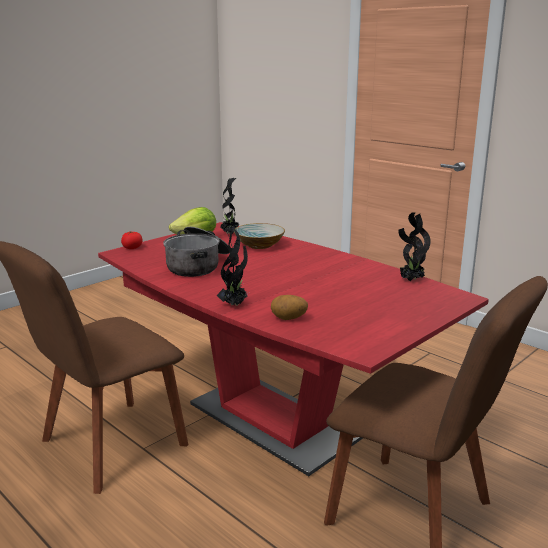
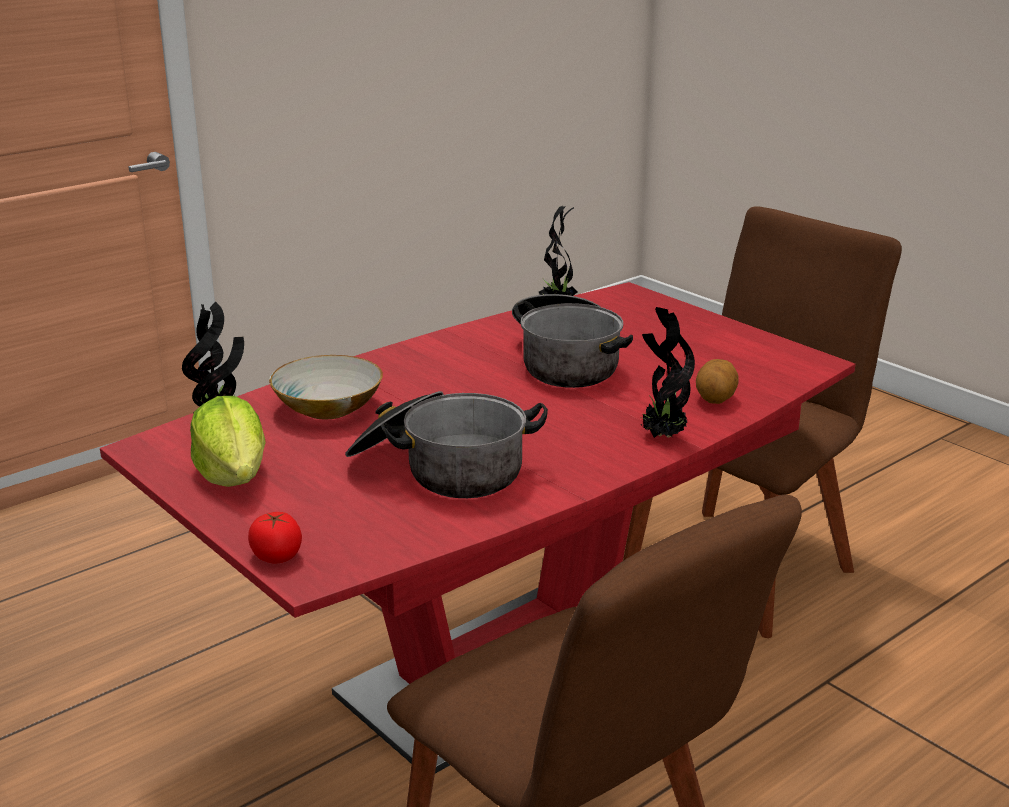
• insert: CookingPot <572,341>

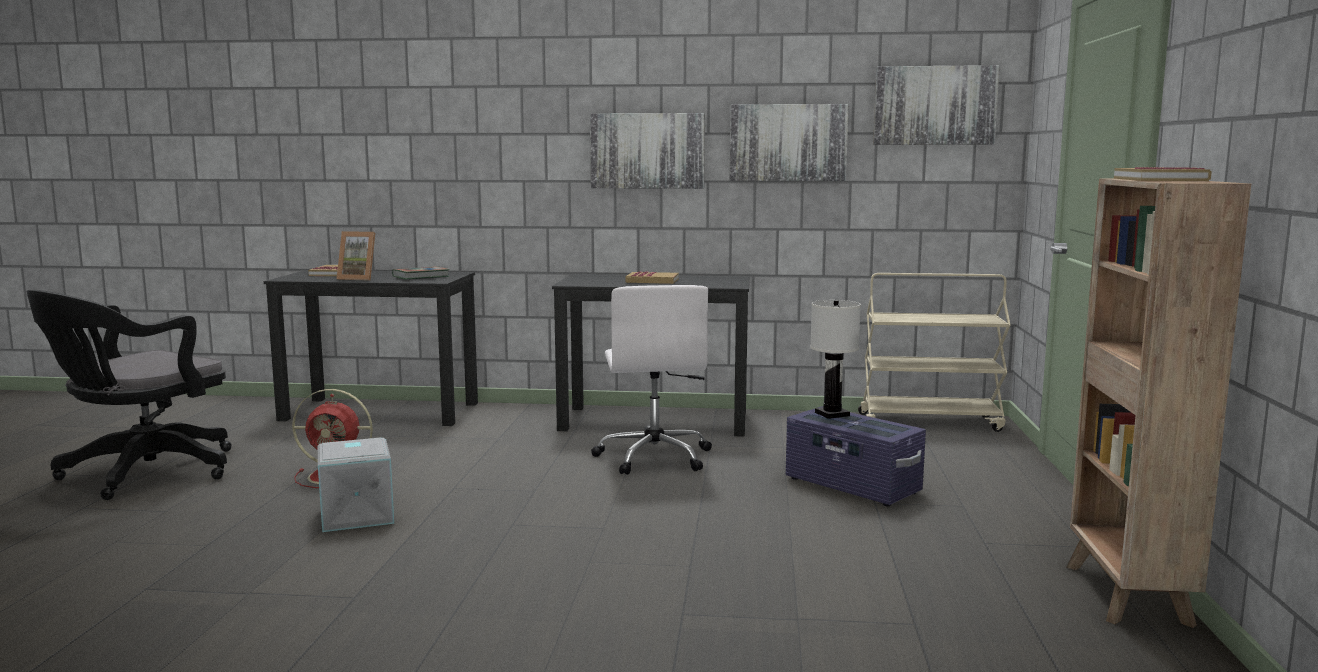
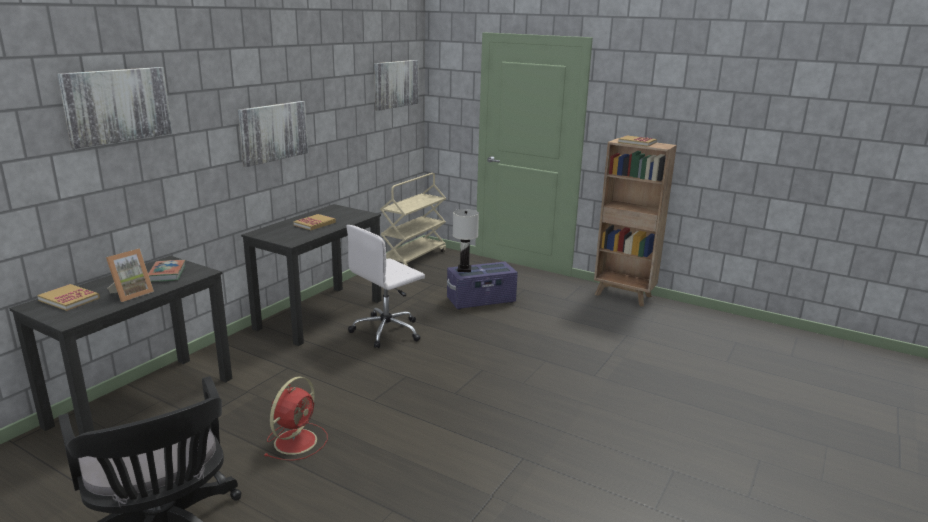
• delete: GreyStorageBox <356,484>
• move: Picture <789,142> to <115,108>
• rotate: WhiteOfficeChair <651,380> = <385,286> 120 degrees clockwise

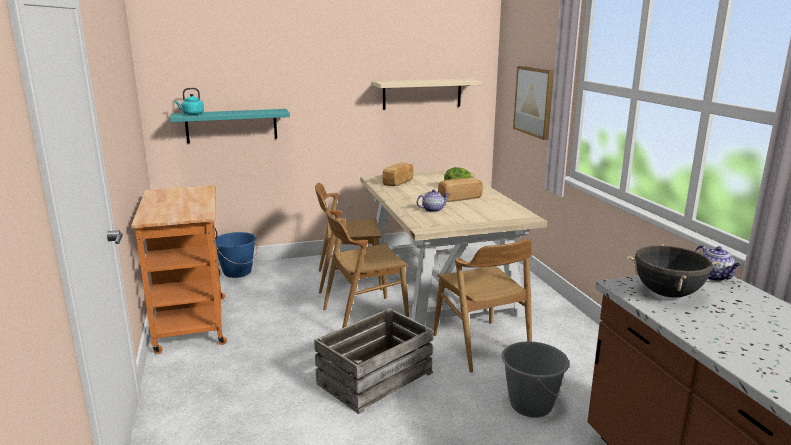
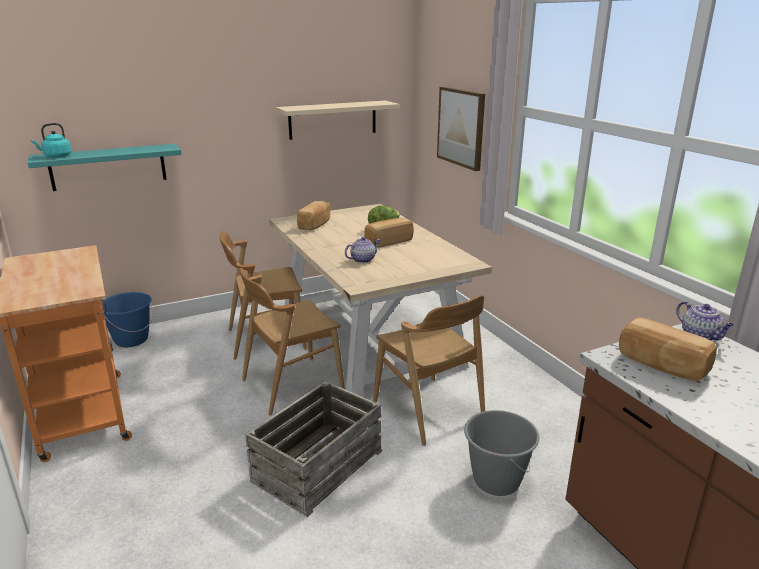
• replace: BlackCookingPot <673,271> to Bread <668,348>

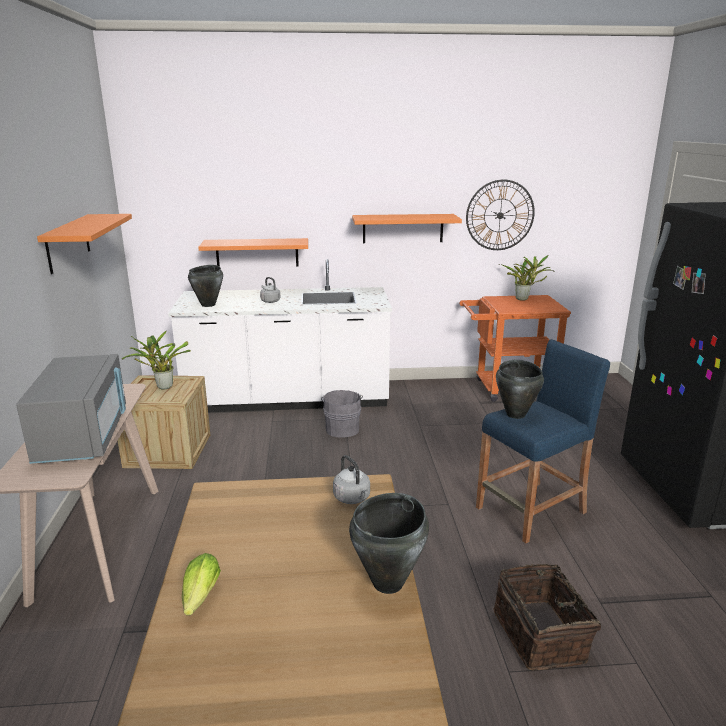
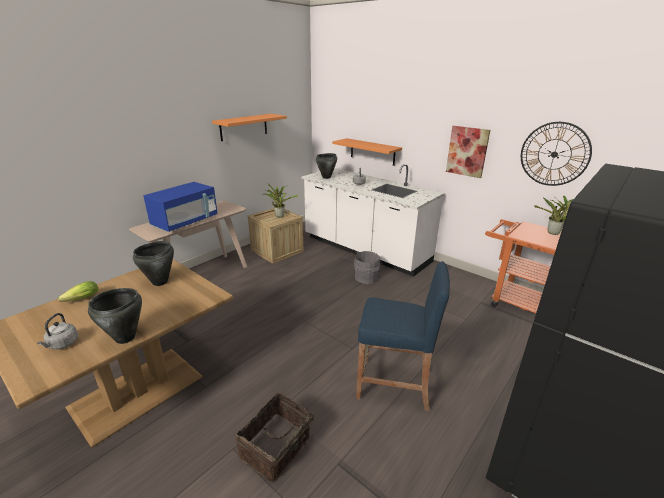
• move: GreyKettle <351,479> to <57,331>
• move: BlackCookingPot <520,389> to <153,263>
• replace: OrangeShelf <407,228> to Picture <468,152>
• recolor: GreyMicrowave <71,409> to BlueMicrowave <180,207>

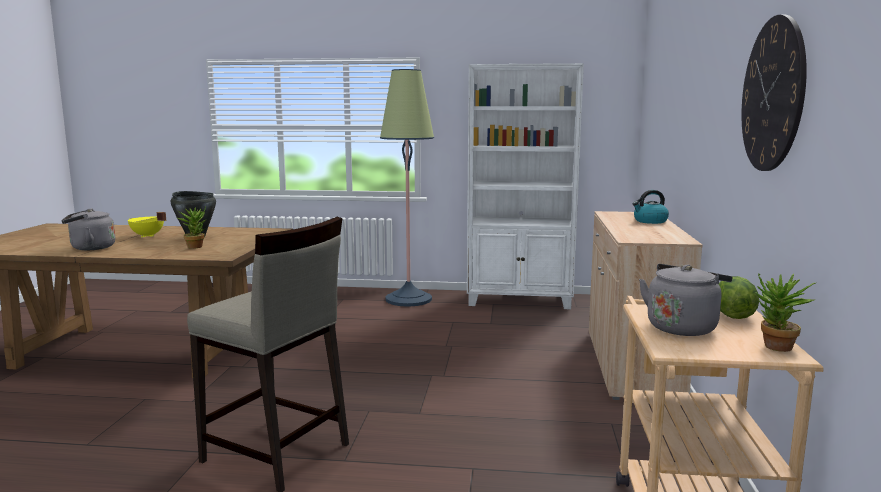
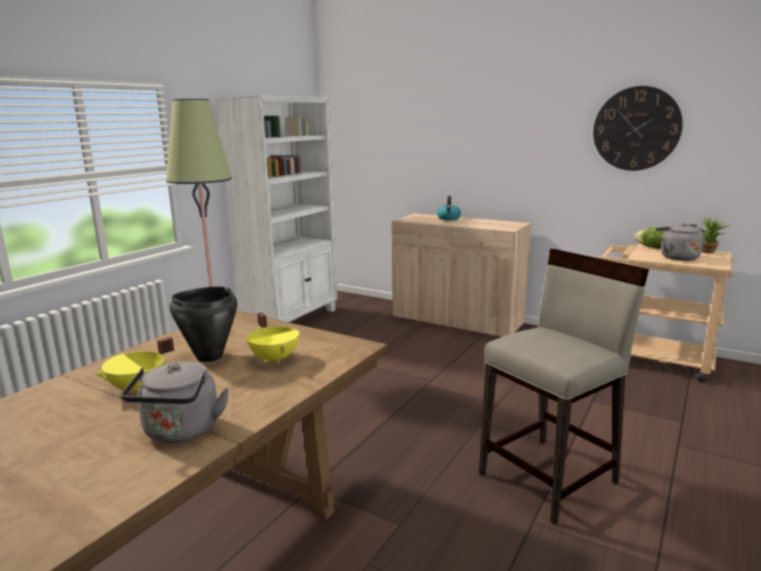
• replace: PottedPlant <192,227> to YellowCookingPot <273,338>

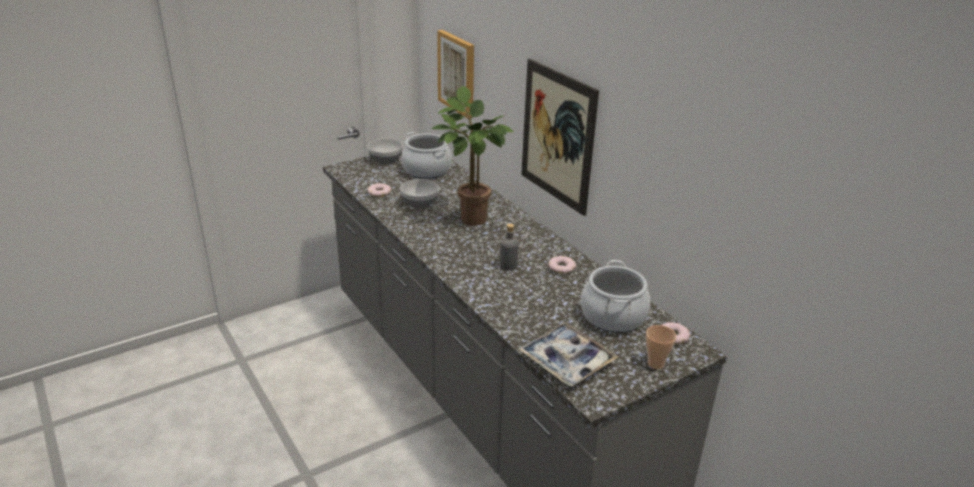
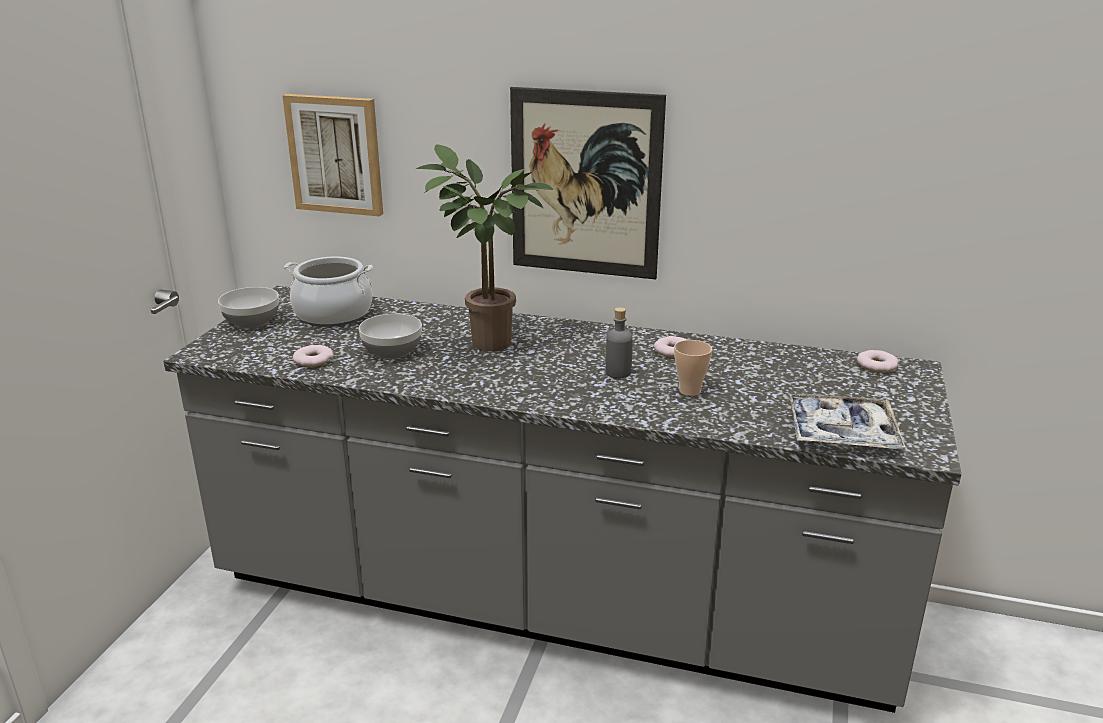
• delete: CookingPot <615,296>
• move: Cup <661,347> to <693,368>

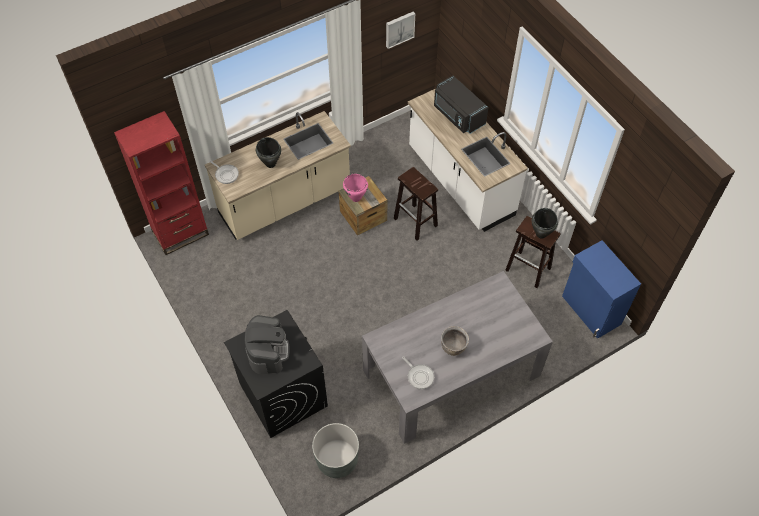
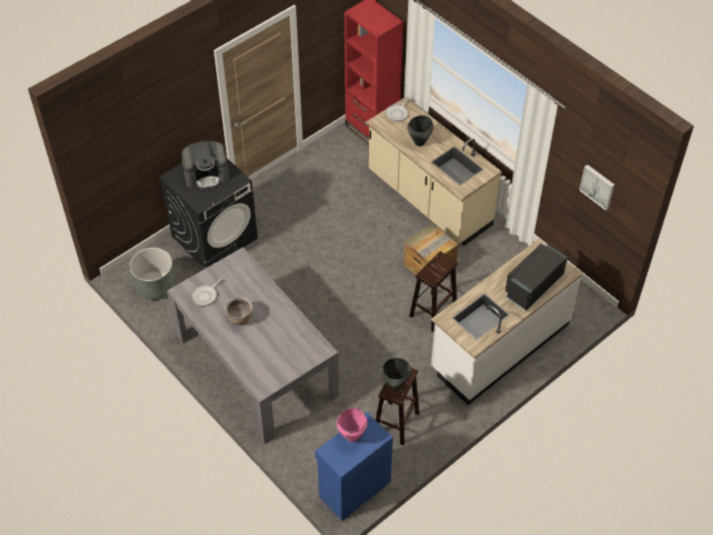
• move: PinkCookingPot <355,188> to <352,425>

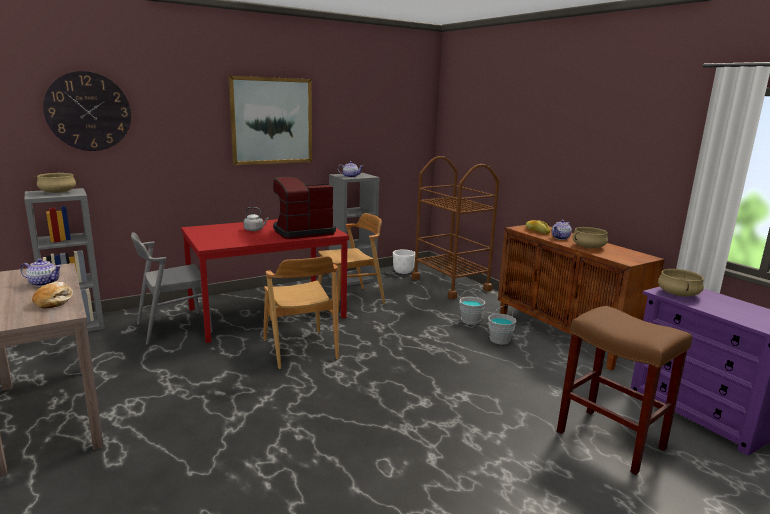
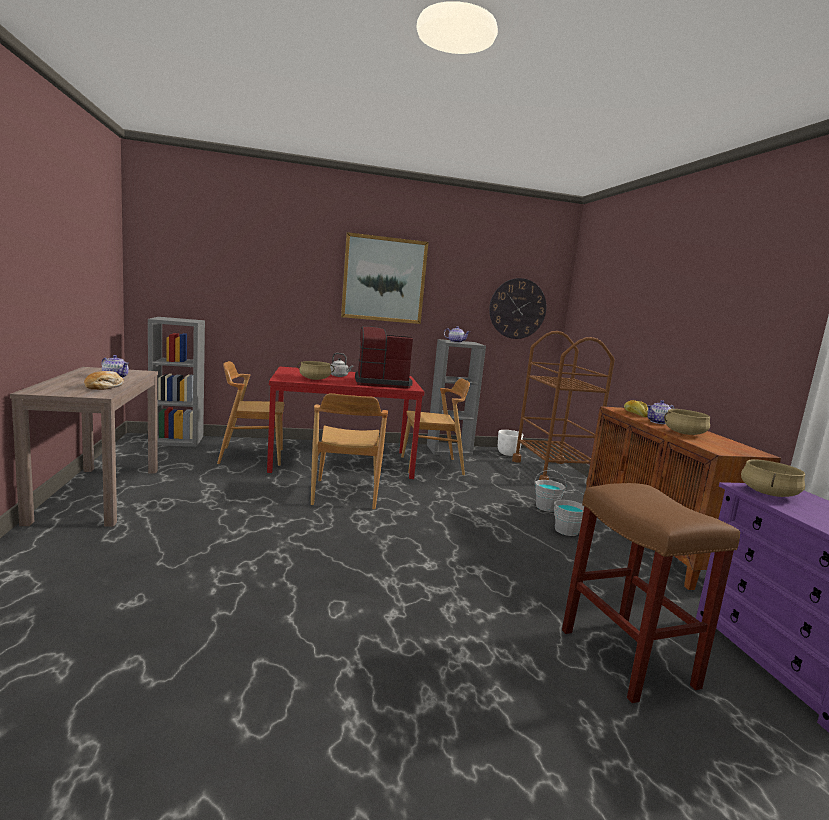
• move: BeigeCookingPot <56,183> to <316,370>
• move: WallClock <87,111> to <517,308>
• recolor: GreyChair <172,288> to BrownChair <250,413>

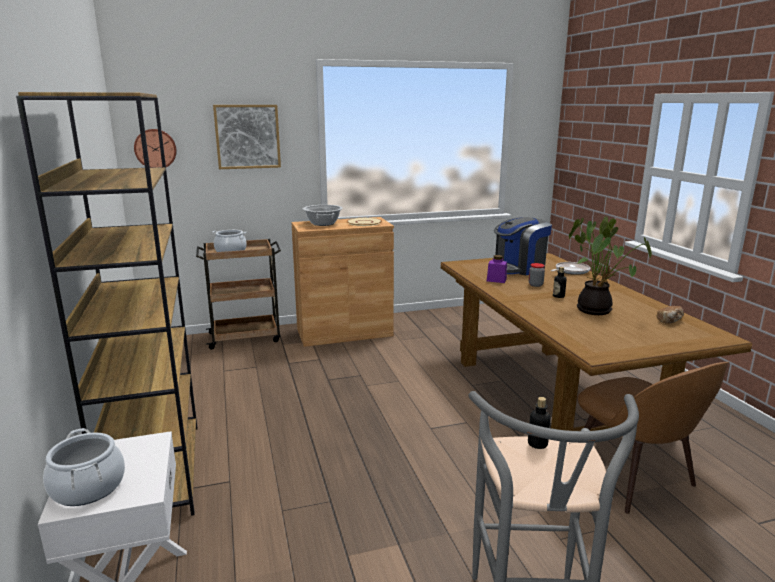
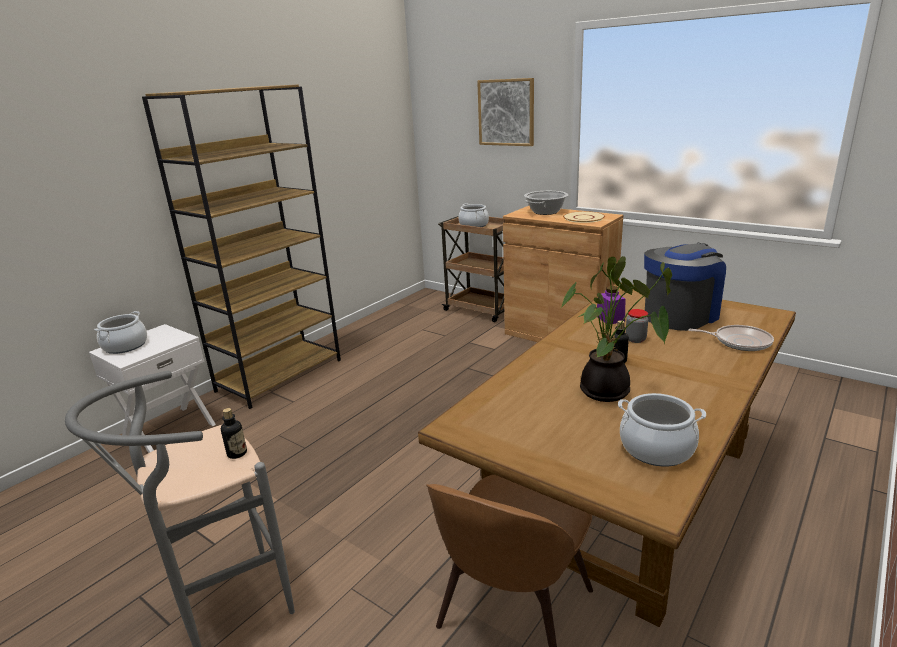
• delete: WallClock <155,148>
• replace: Bread <670,315> to CookingPot <662,430>
• rotate: CoffeeMachine <523,246> = <685,287> 120 degrees clockwise

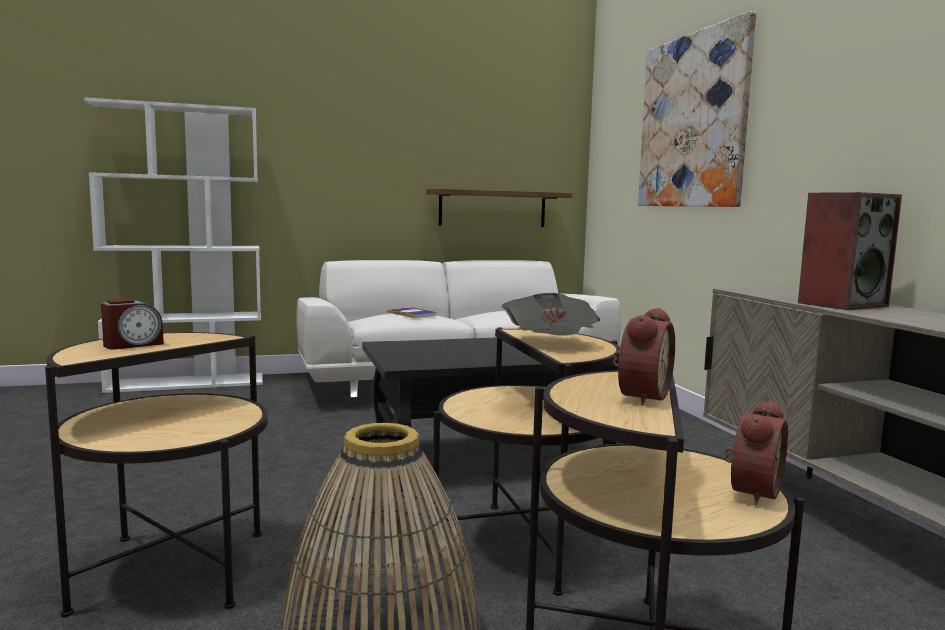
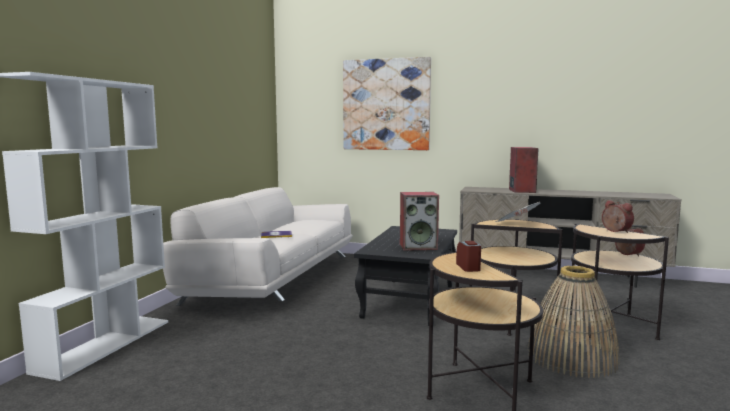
• delete: Shelf <499,208>
• insert: Speaker <419,221>

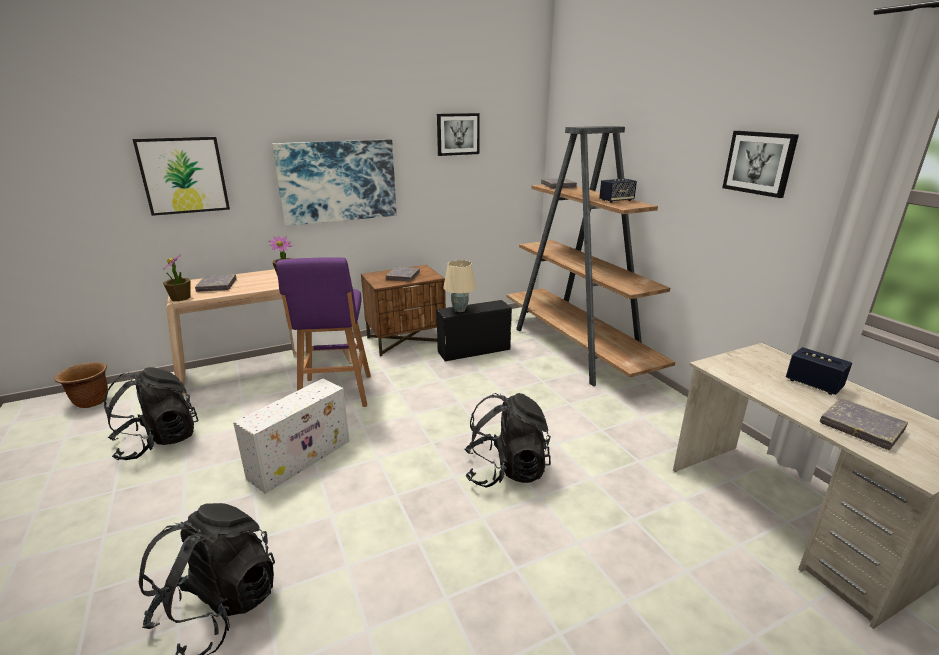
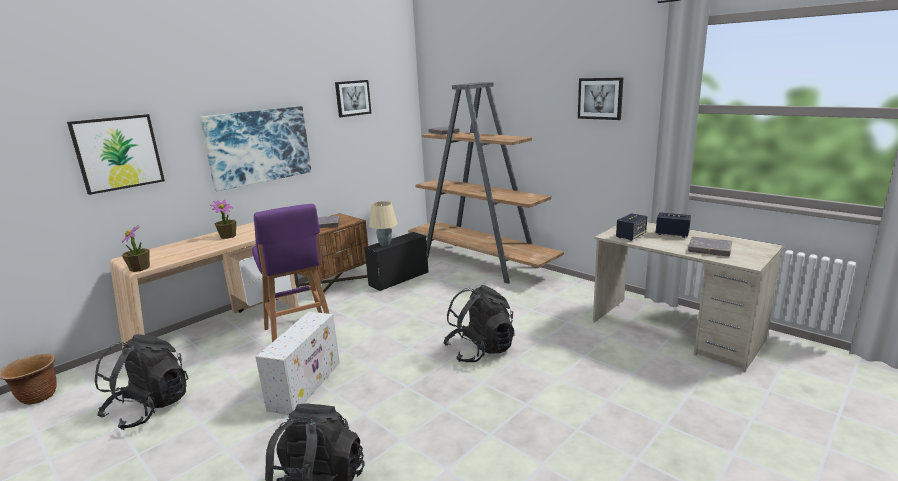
• delete: GreyBook <216,283>
• move: Speaker <618,191> to <631,227>

